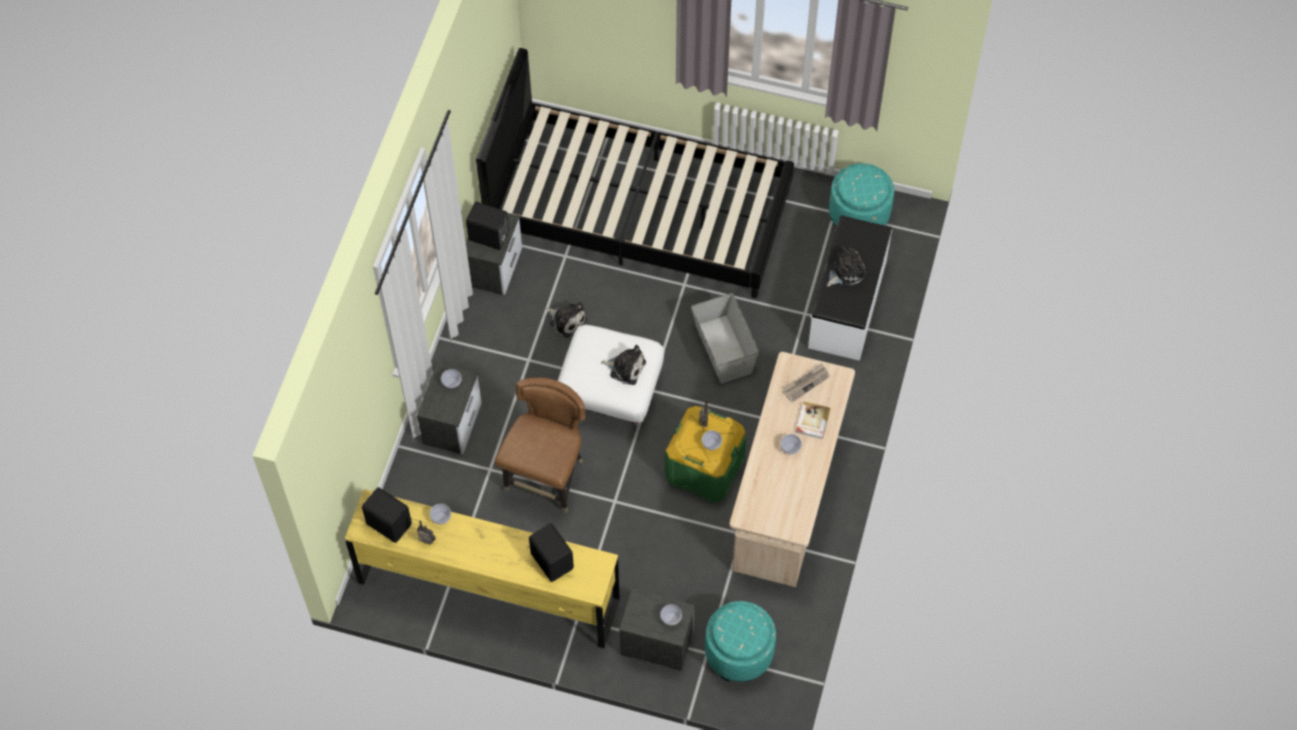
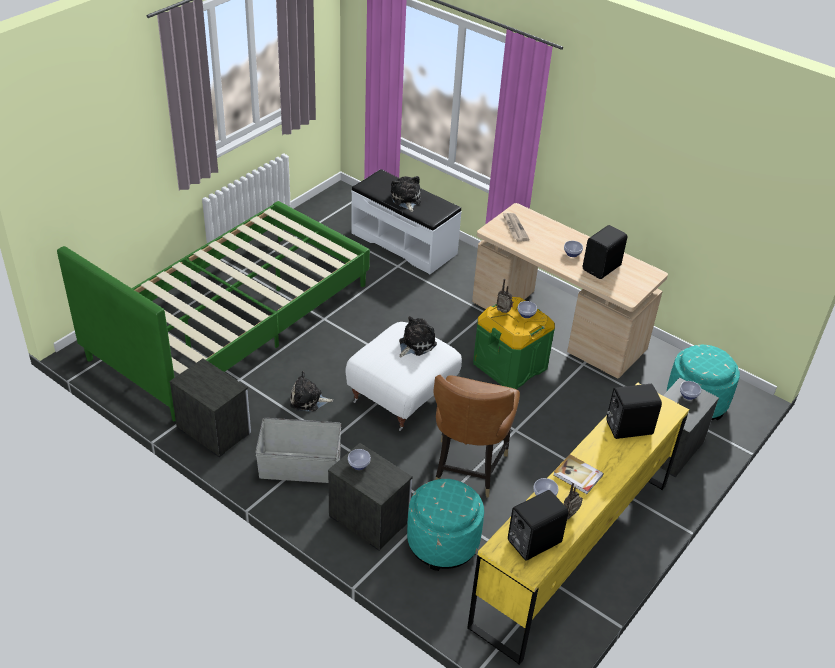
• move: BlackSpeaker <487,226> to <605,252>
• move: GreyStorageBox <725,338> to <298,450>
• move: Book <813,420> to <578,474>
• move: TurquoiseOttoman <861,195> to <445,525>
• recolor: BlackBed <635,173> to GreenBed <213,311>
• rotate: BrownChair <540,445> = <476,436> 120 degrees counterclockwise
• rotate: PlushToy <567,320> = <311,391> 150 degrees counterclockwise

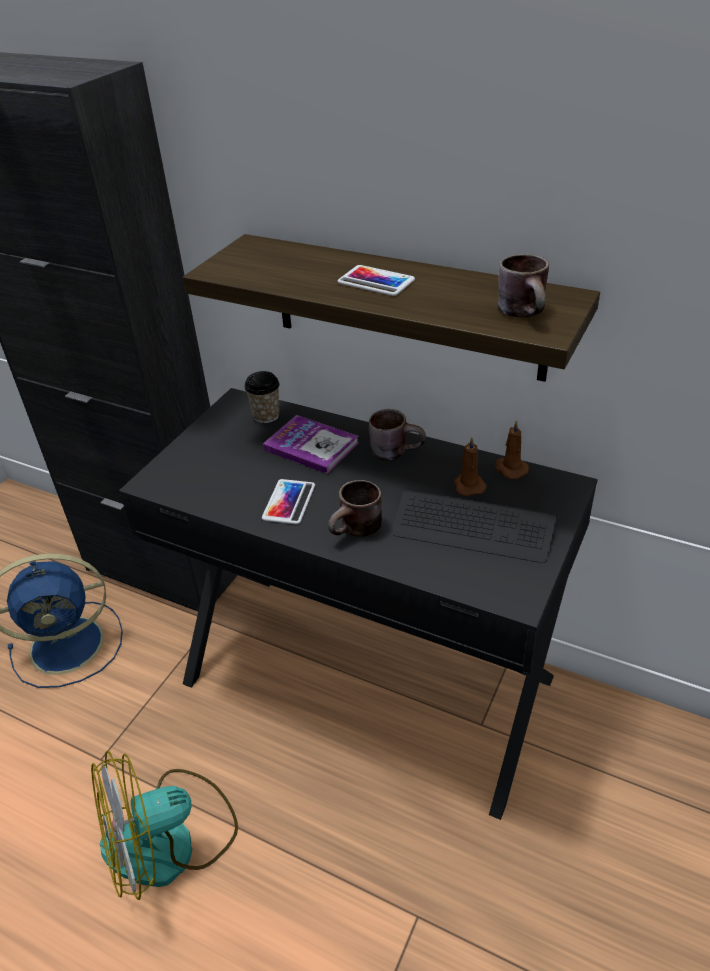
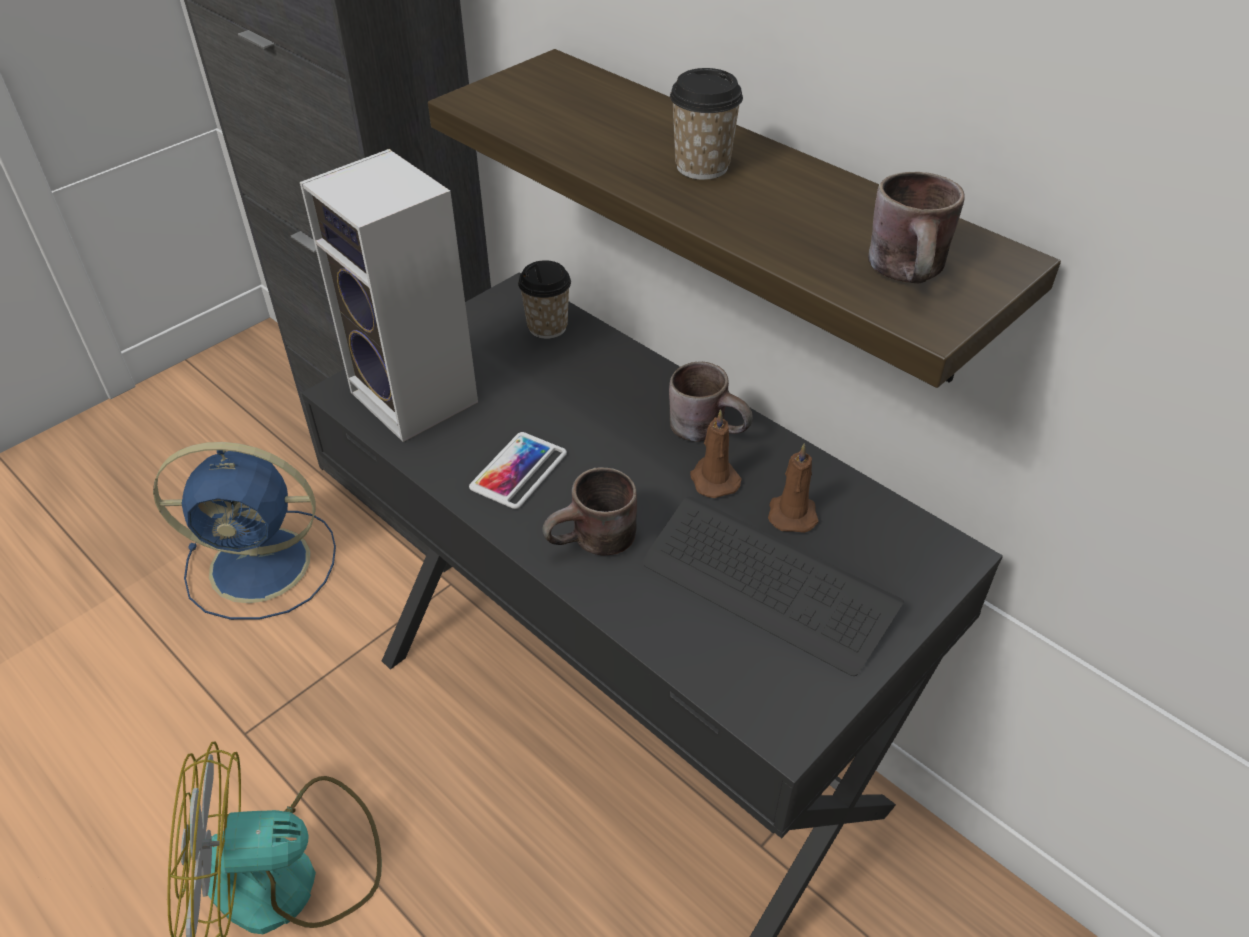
• delete: Book <311,444>
• insert: Speaker <389,295>
• move: BrownCandle <512,449> to <716,453>
• replace: Phone <376,280> to Cup <706,124>

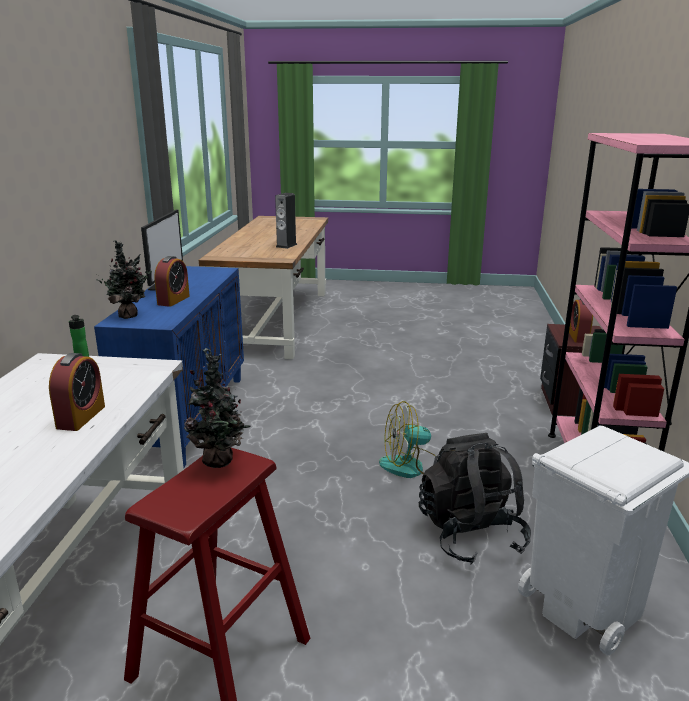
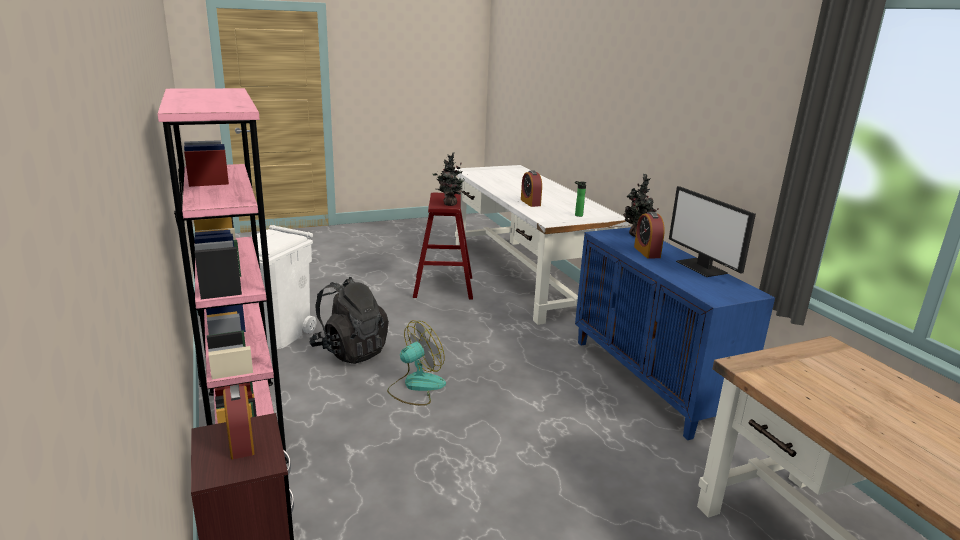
• delete: Speaker <286,221>

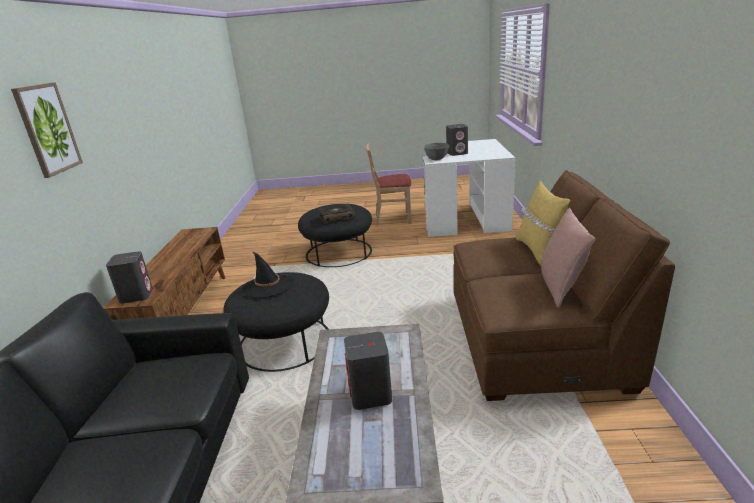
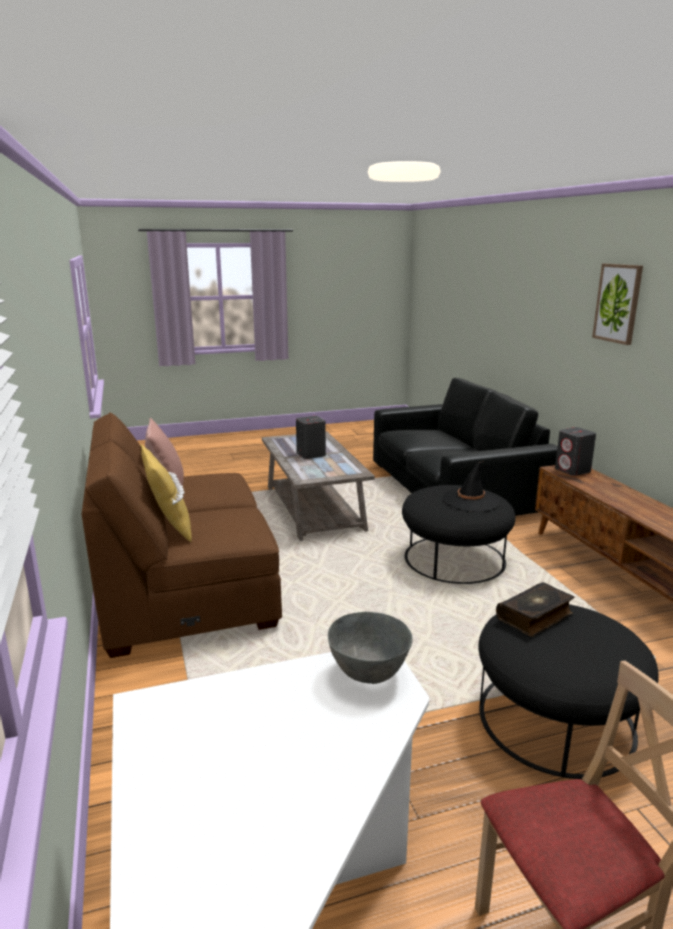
• delete: GreySpeaker <457,140>

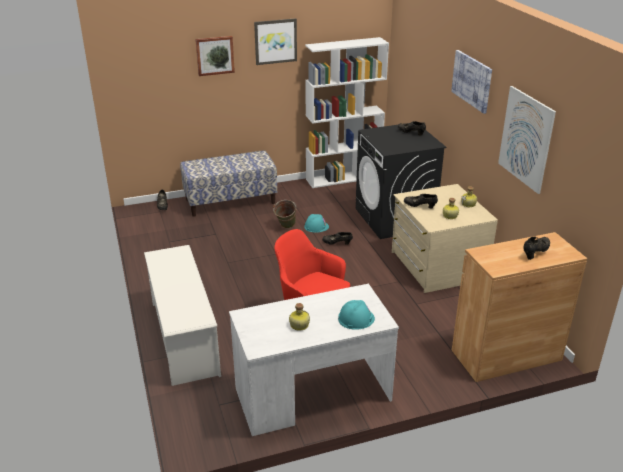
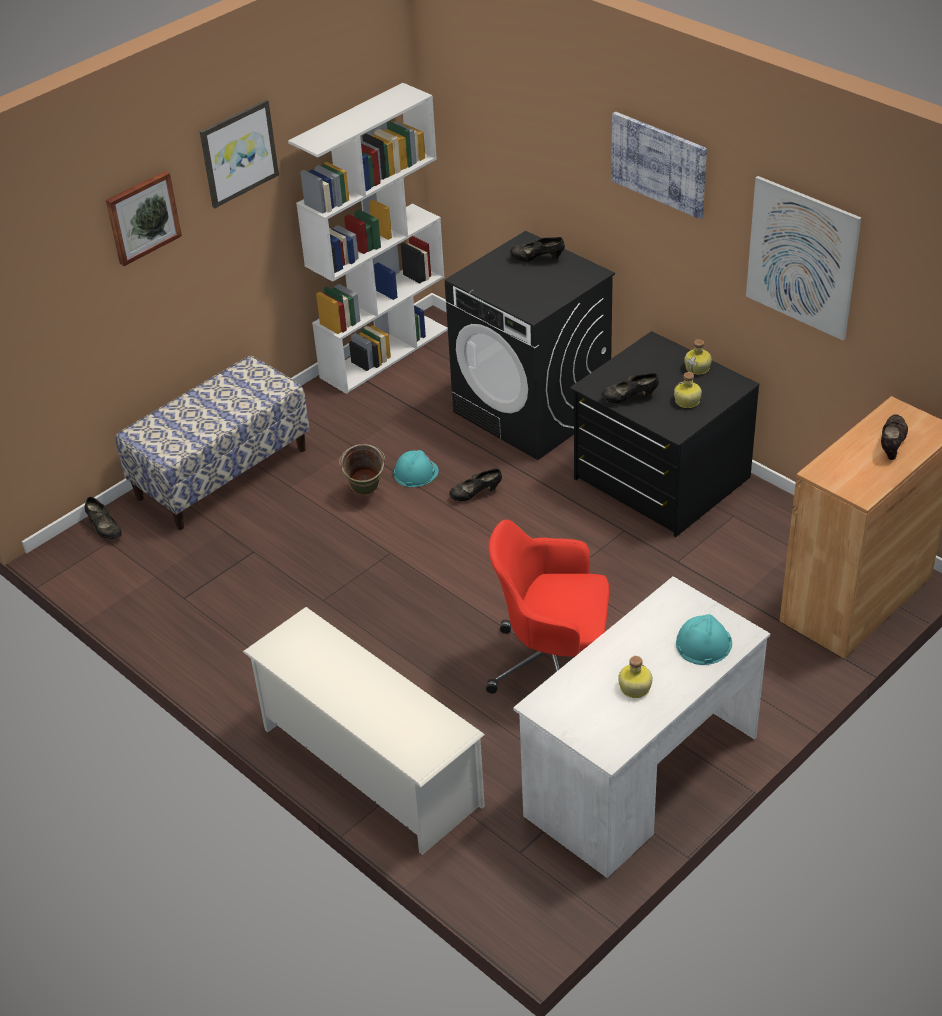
• recolor: BeigeDresser <445,238> to BlackDresser <664,434>

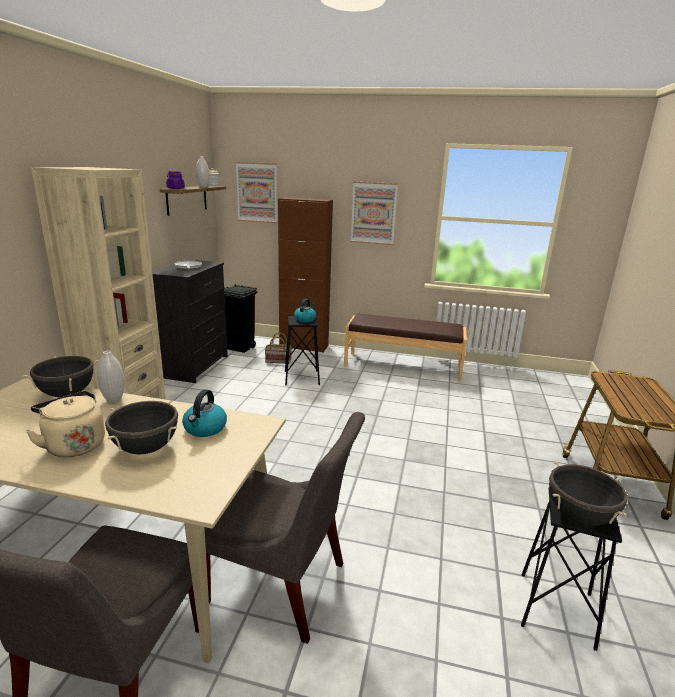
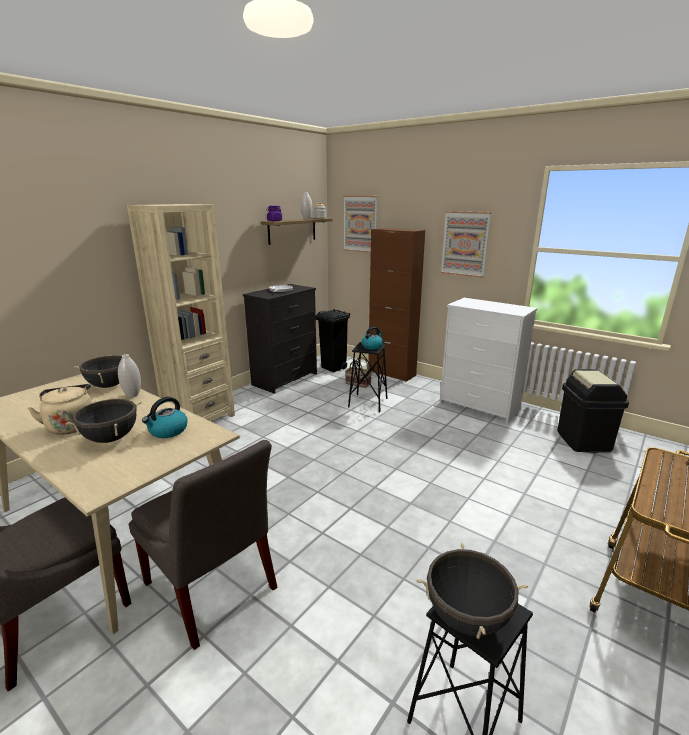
• insert: BlackTrashCan <593,410>
• replace: BrownBench <405,347> to WhiteDresser <489,360>

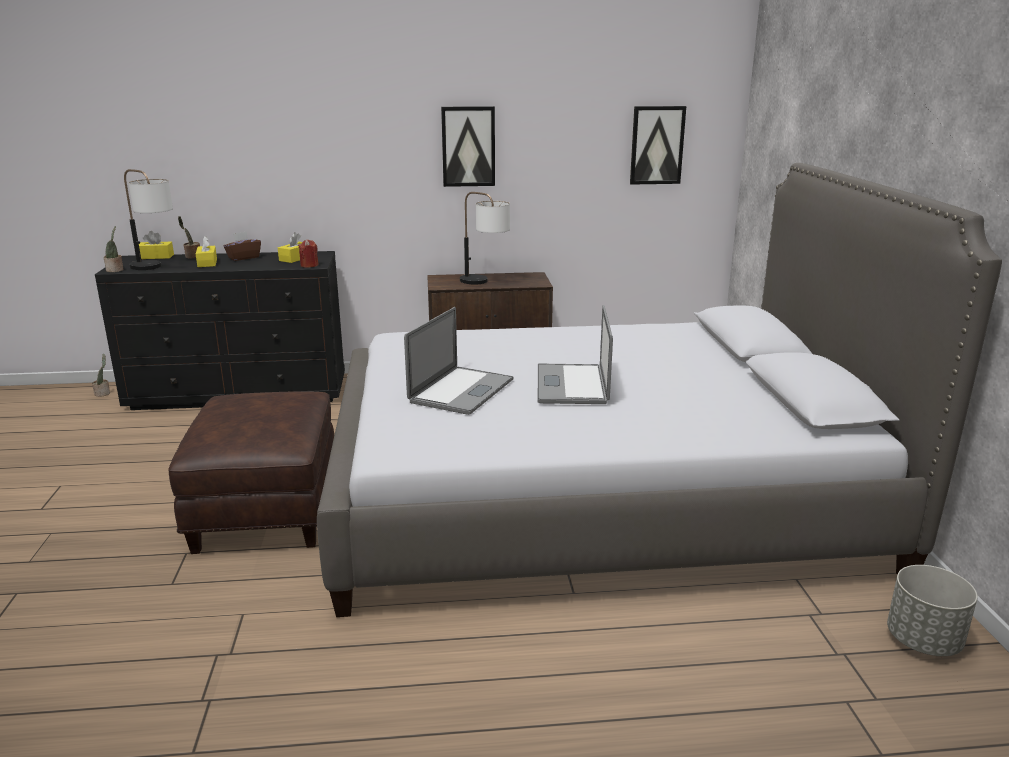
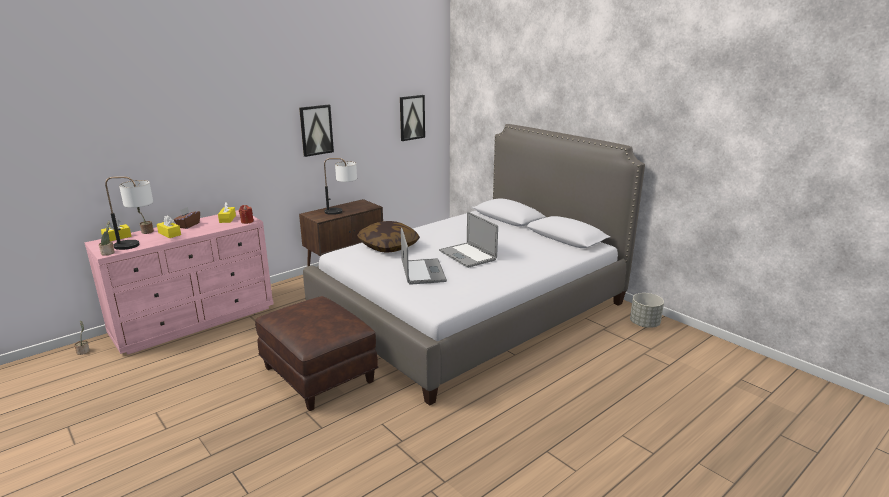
• insert: Pillow <388,237>
• recolor: BlackDresser <220,330> to PinkDresser <179,282>

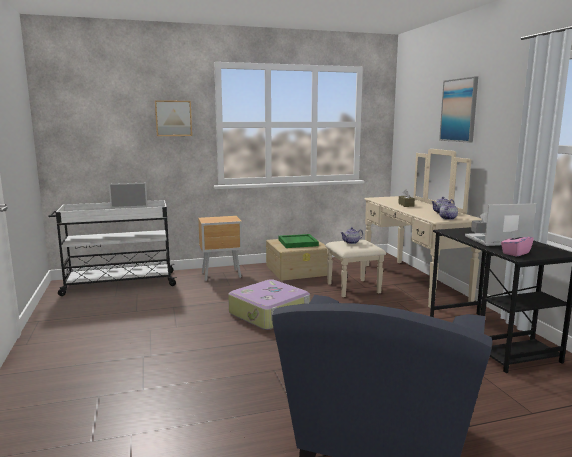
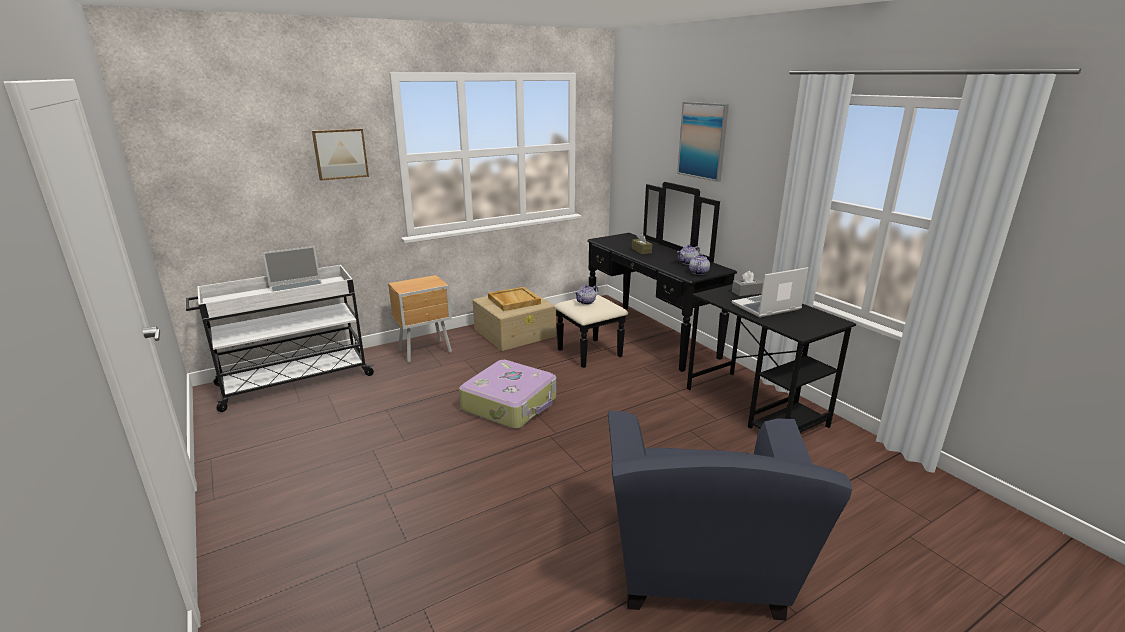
• delete: PinkTissueBox <517,243>
• recolor: GreenTray <299,241> to BeigeTray <514,299>
• recolor: BeigeDresser <403,228> to BlackDresser <645,277>

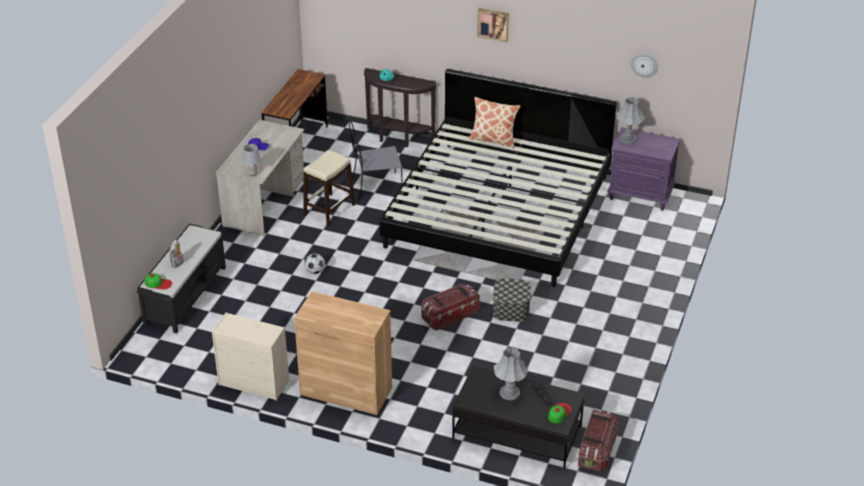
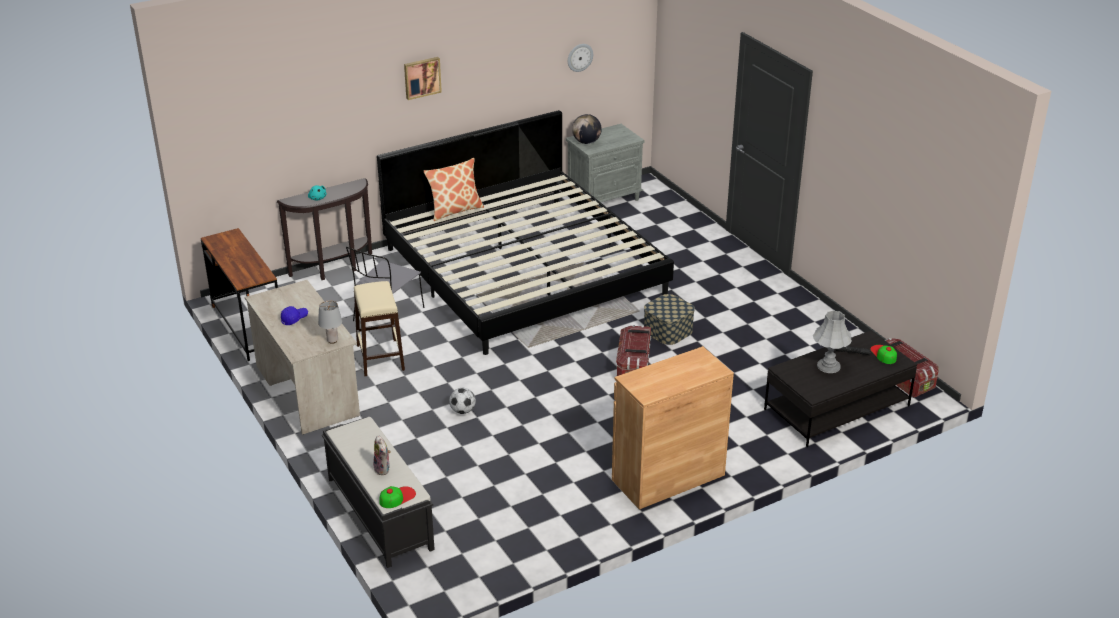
• delete: BeigeDresser <250,356>
• replace: GreyTableLamp <630,120> to Globe <587,129>
• recolor: PurpleNightstand <643,169> to GreyNightstand <605,163>

